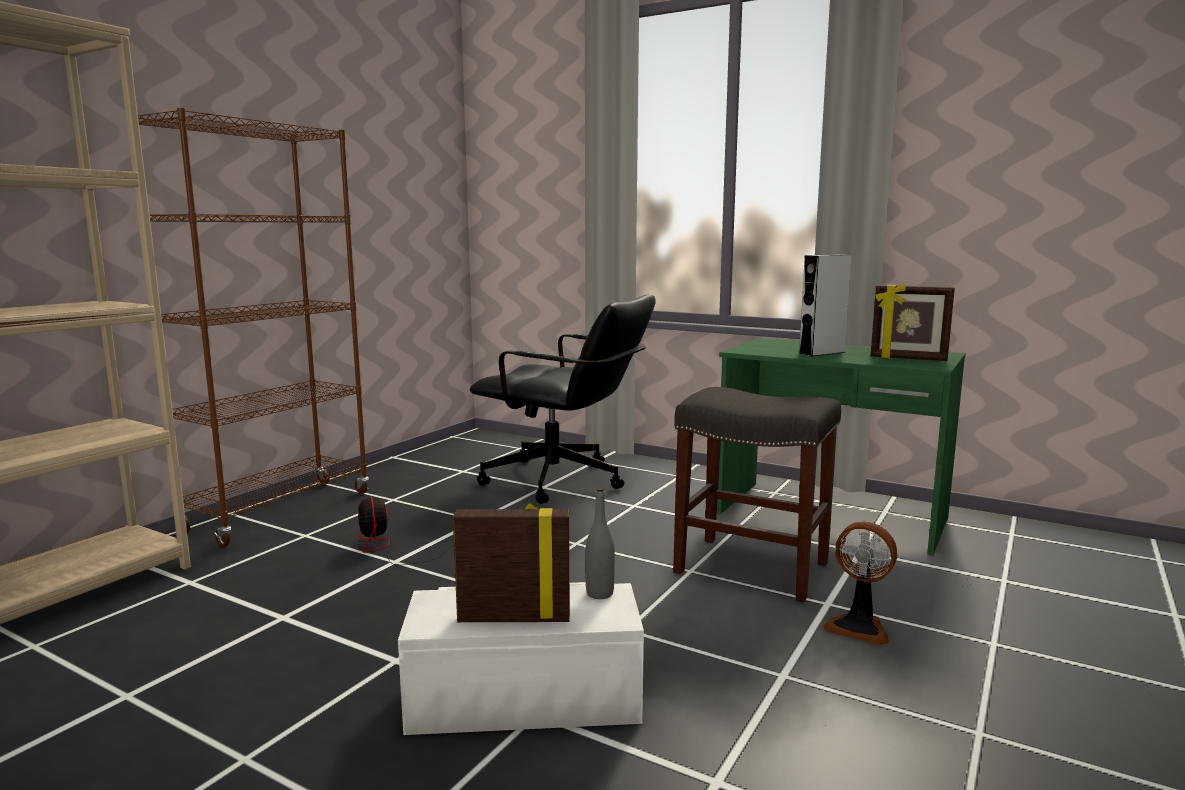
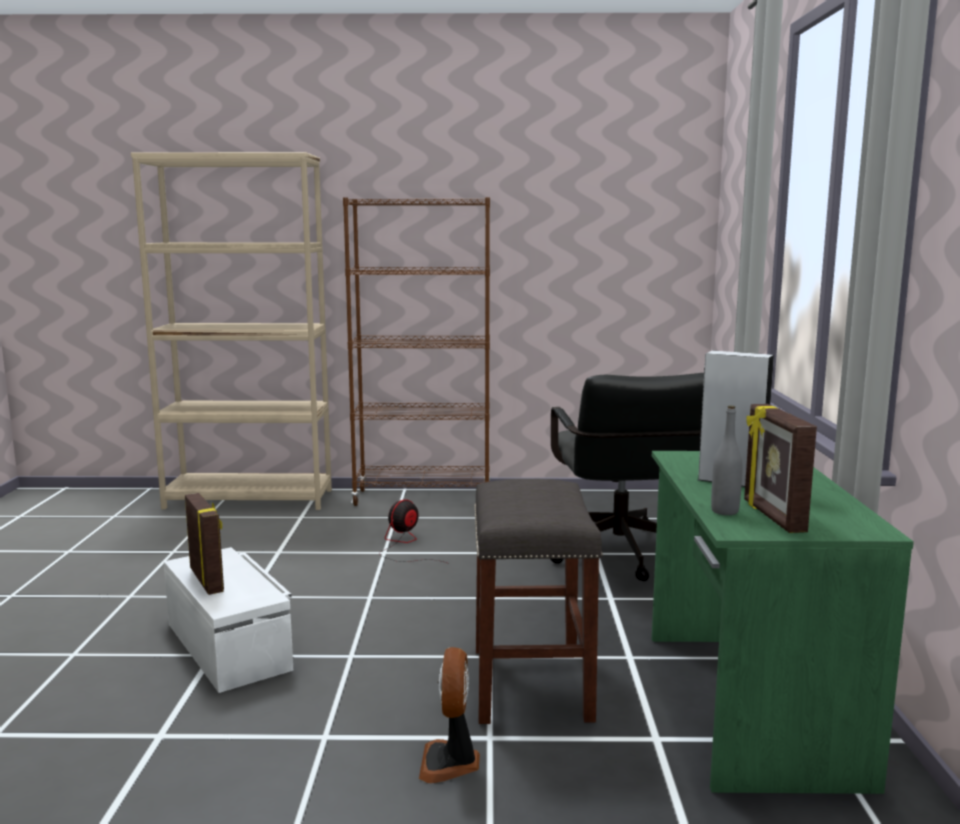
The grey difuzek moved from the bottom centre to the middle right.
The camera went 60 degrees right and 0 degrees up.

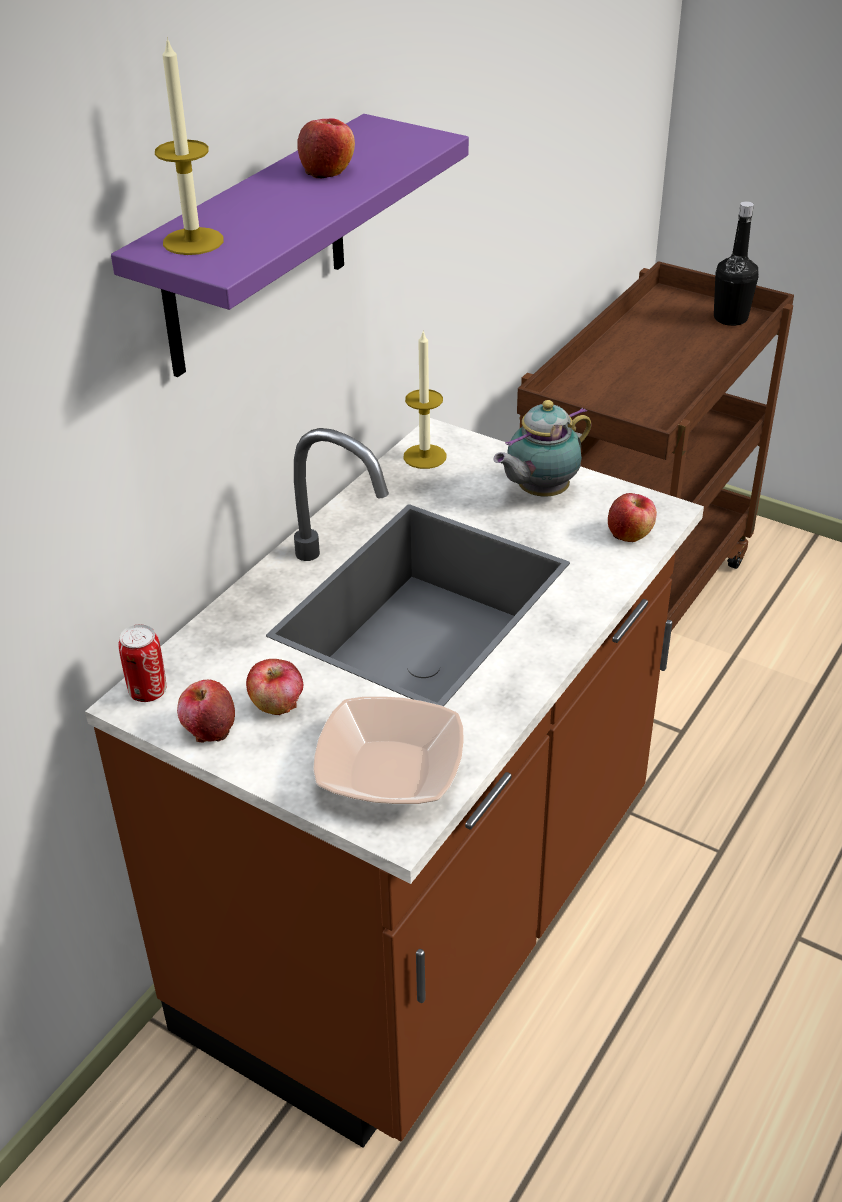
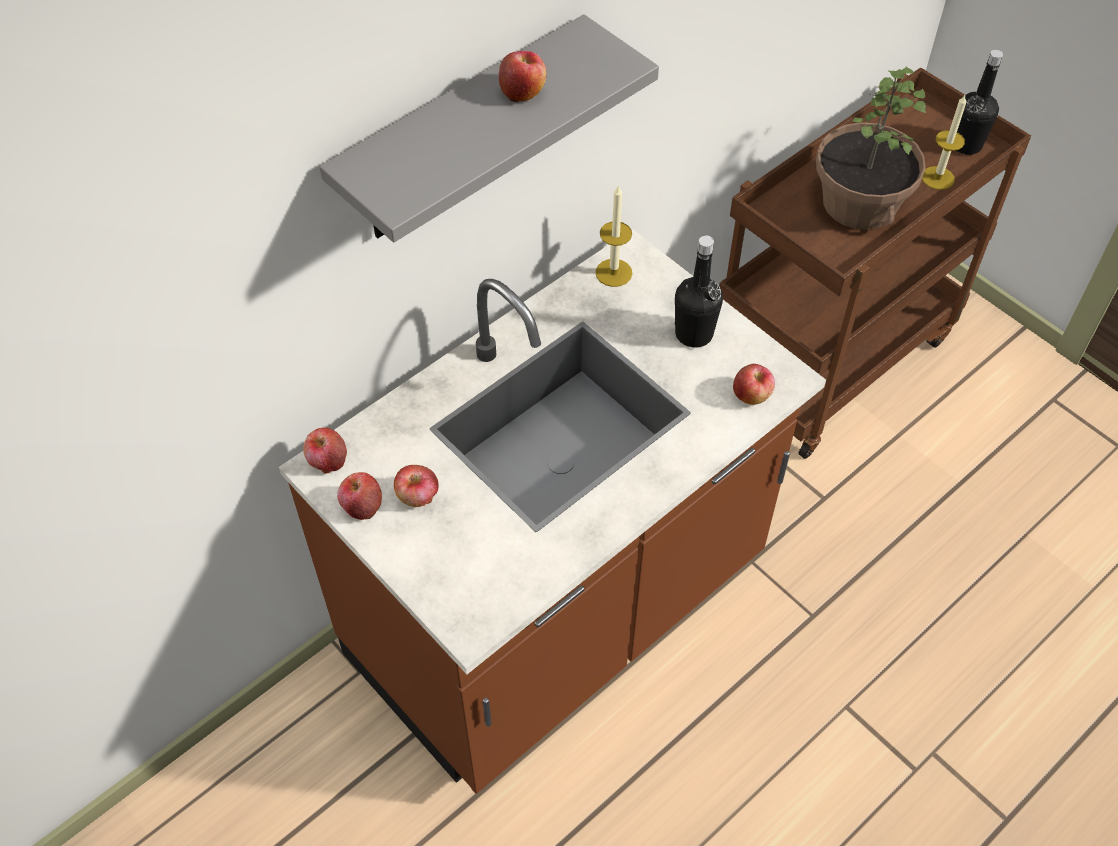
The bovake at the centre disappeared.
The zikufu at the top right appeared.
The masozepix (1st from left in the first image) moved from the top left to the top right.
The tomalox at the middle left was replaced by the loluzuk (1st from left) at the middle left.
The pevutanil at the centre was replaced by the black difuzek (1st from left) at the centre.
The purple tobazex at the top centre became the grey tobazex at the top centre.
The camera went 15 degrees right and 15 degrees up.

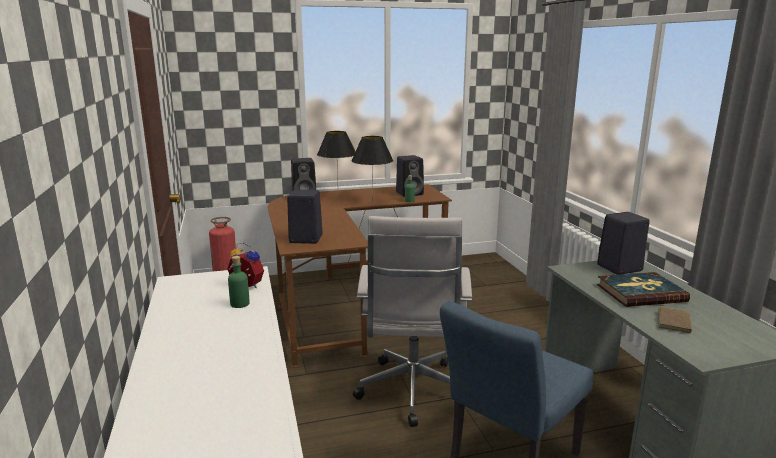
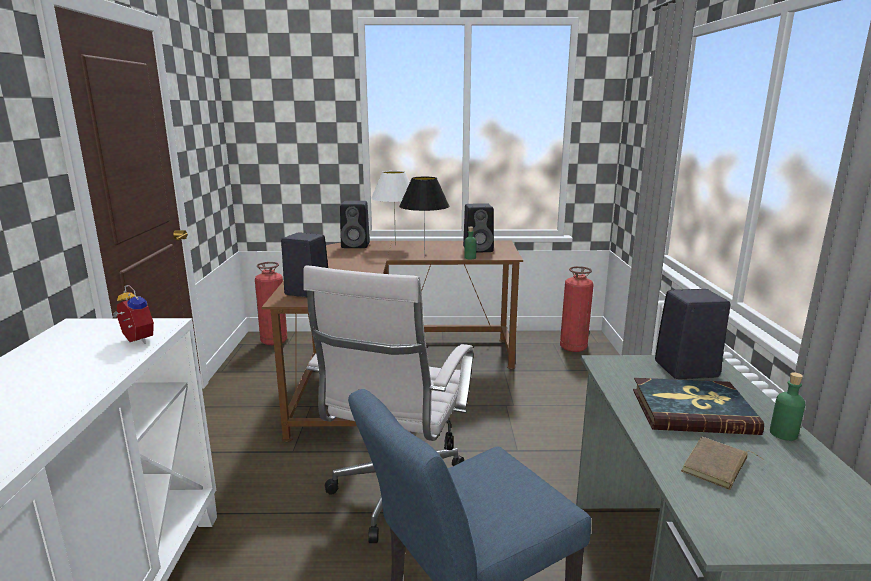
The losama (2nd from left) at the centre appeared.
The green difuzek (1st from left in the first image) moved from the middle left to the bottom right.
The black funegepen (1st from left) at the centre became the white funegepen at the centre.
The camera went 15 degrees right and 0 degrees up.

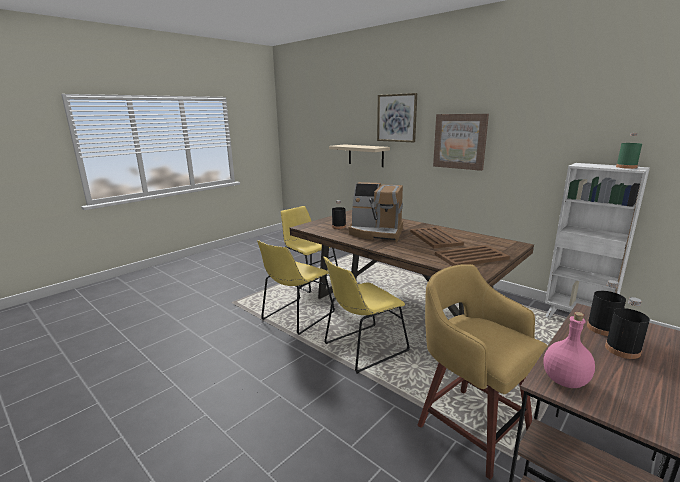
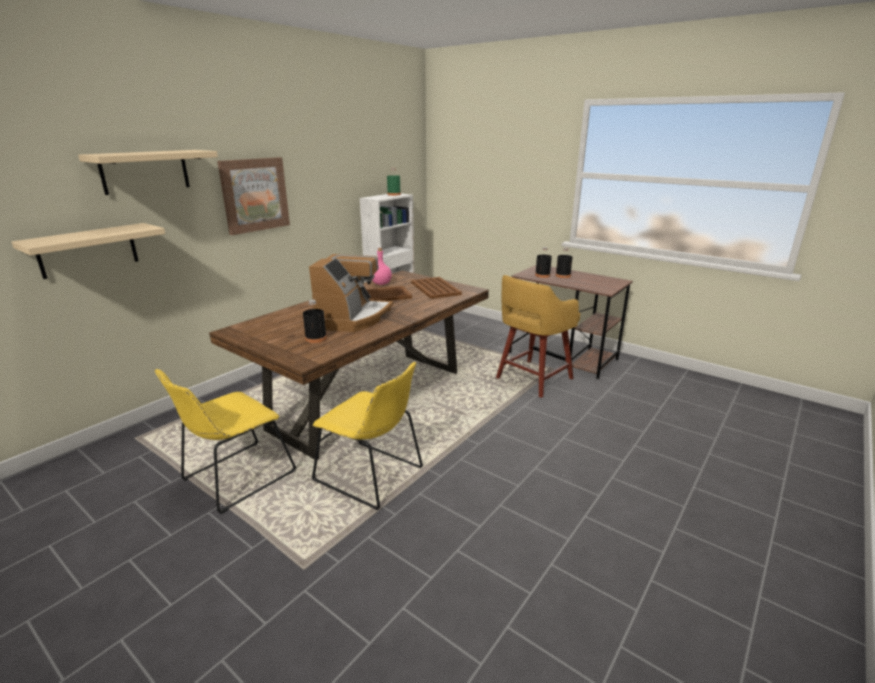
The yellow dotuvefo (3rd from left) at the centre disappeared.
The pink difuzek moved from the bottom right to the centre.
The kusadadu (1st from left) at the top centre was replaced by the beige tobazex (2nd from left) at the top left.
The camera went 95 degrees left and 5 degrees up.

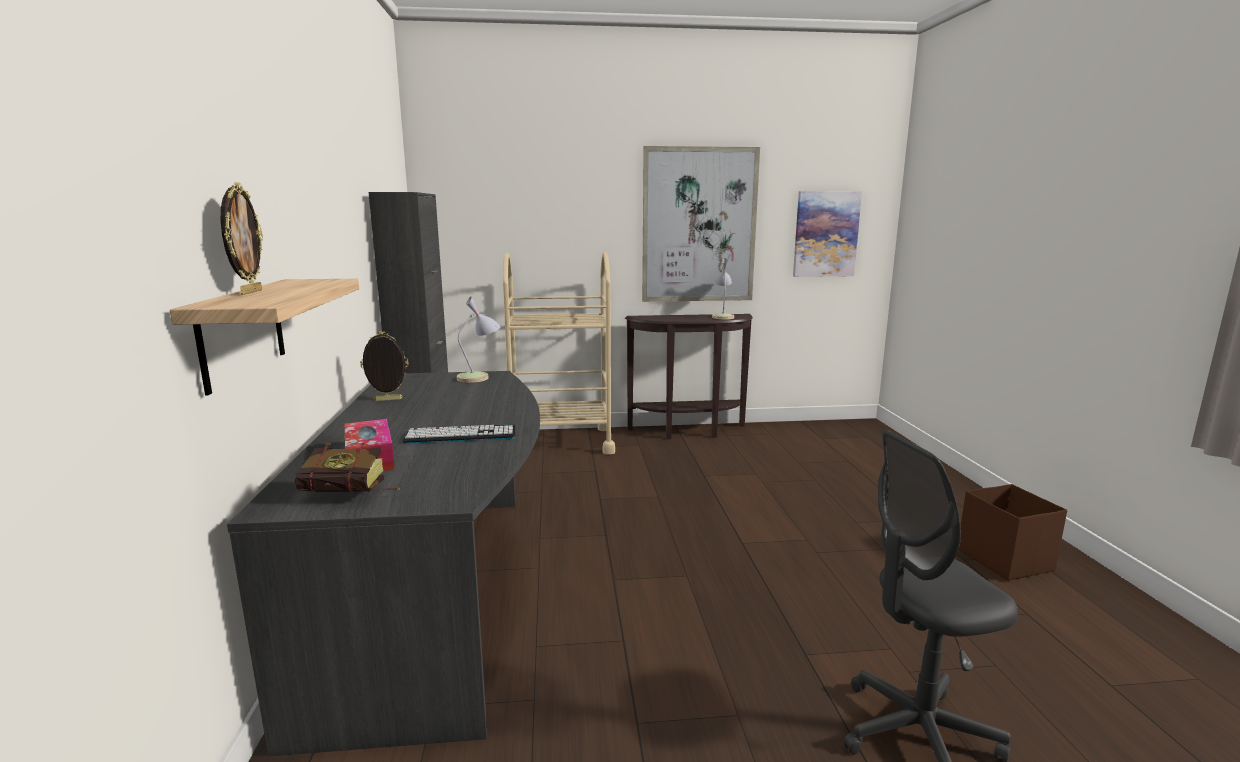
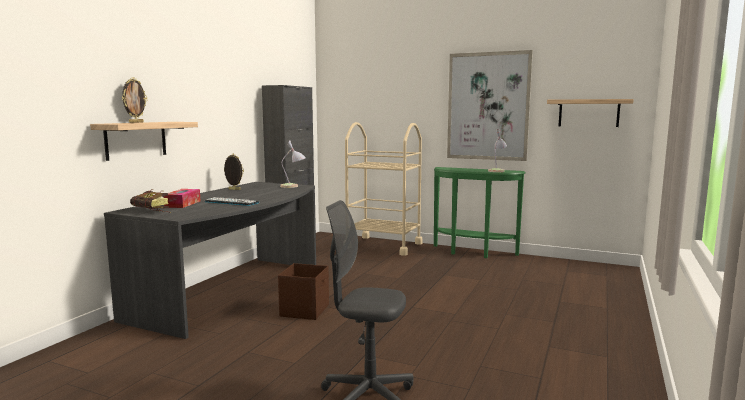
The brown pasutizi moved from the bottom right to the bottom centre.
The kusadadu (2nd from left) at the top right was replaced by the tobazex (2nd from left) at the top right.
The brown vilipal at the centre became the green vilipal at the centre.
The camera went 30 degrees right and 5 degrees down.

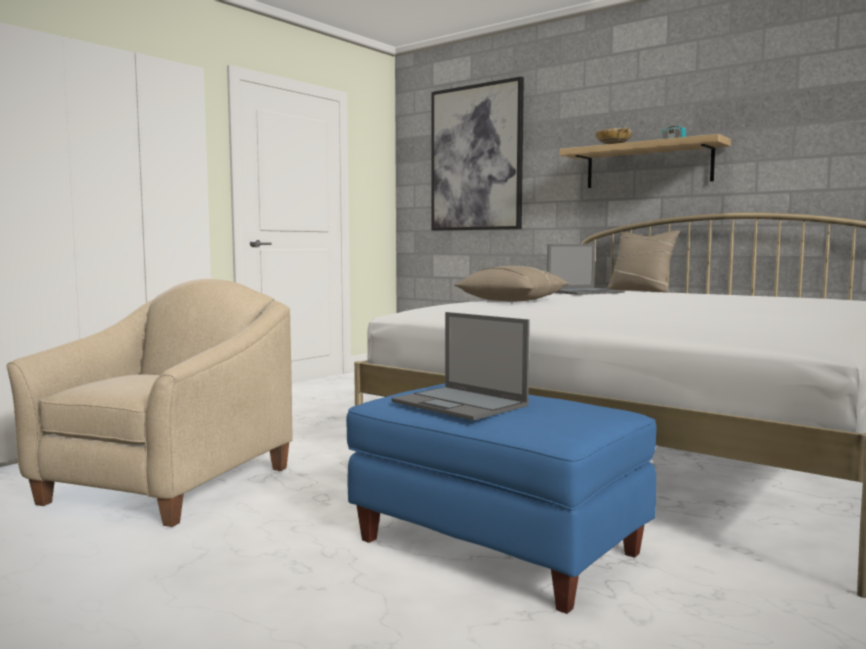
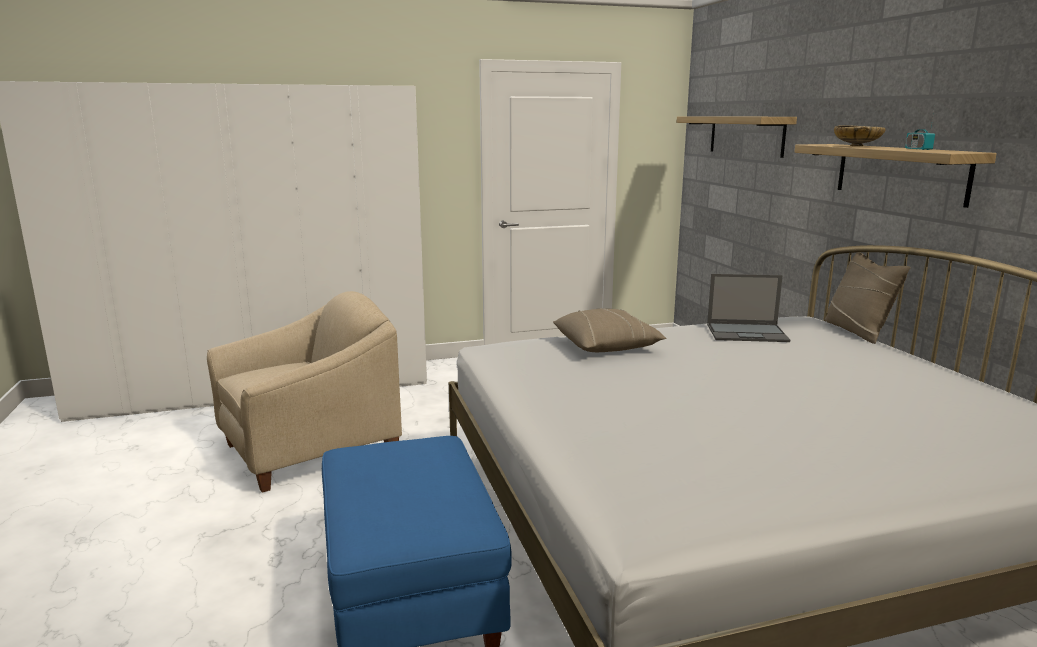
The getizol (1st from left) at the centre disappeared.
The kusadadu at the top centre was replaced by the tobazex (1st from left) at the top right.
The camera went 35 degrees right and 10 degrees up.

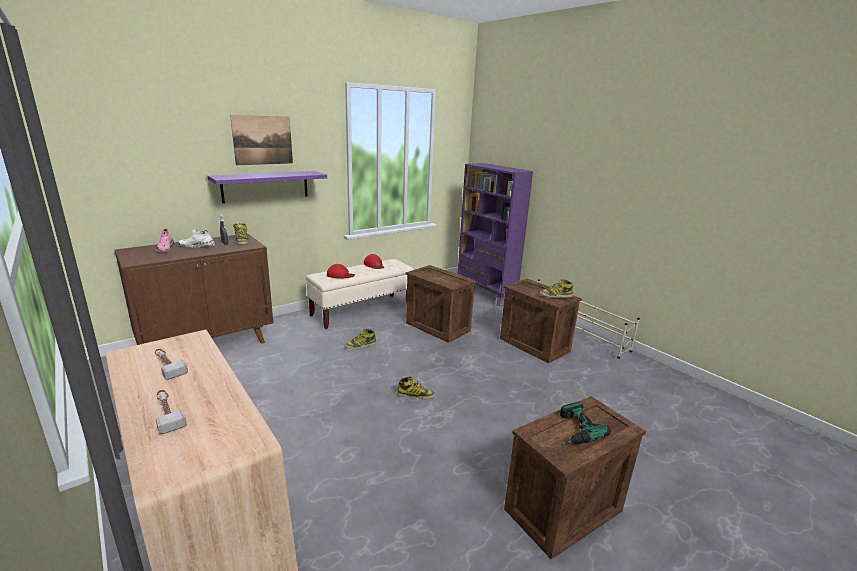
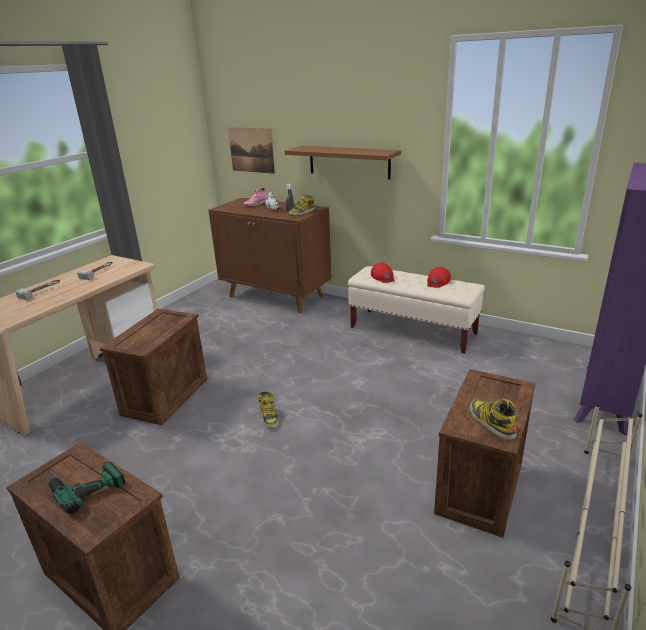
The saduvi (2nd from left) at the centre disappeared.
The kusadadu moved from the top left to the top centre.
The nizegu (1st from left in the first image) moved from the centre to the middle left.
The purple tobazex at the top left became the brown tobazex at the top centre.
The camera went 70 degrees right and 5 degrees up.

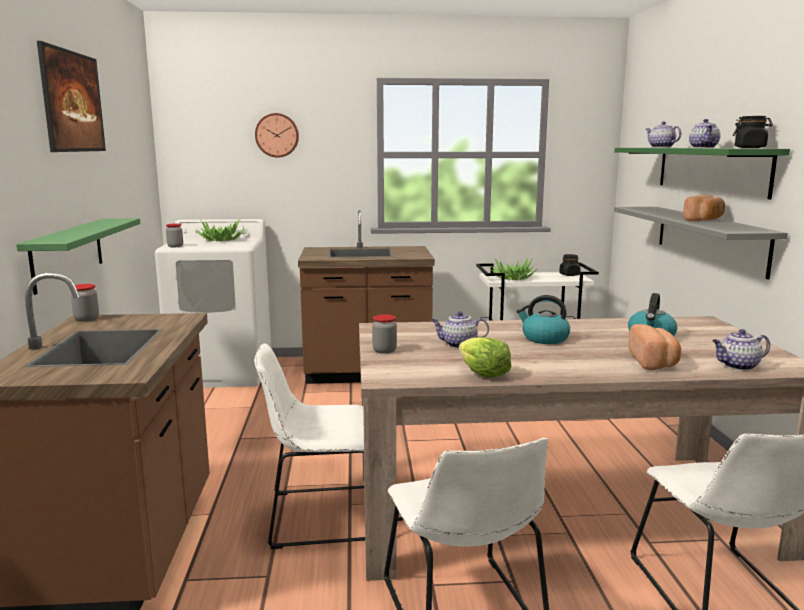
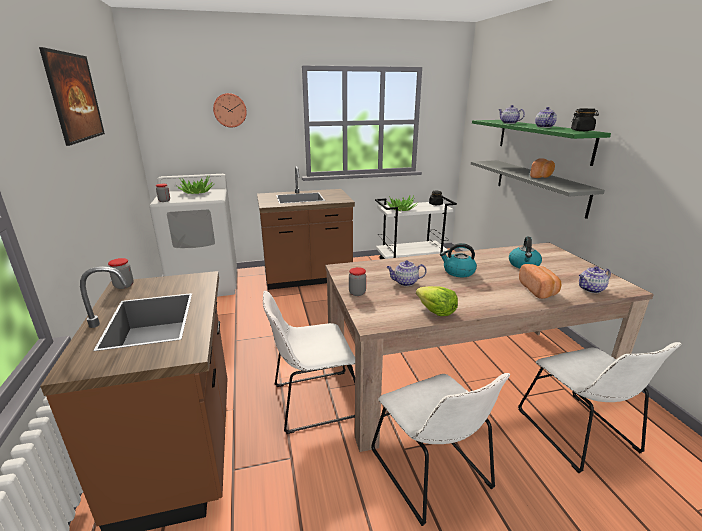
The green tobazex (1st from left) at the middle left disappeared.
The camera went 10 degrees left and 10 degrees up.

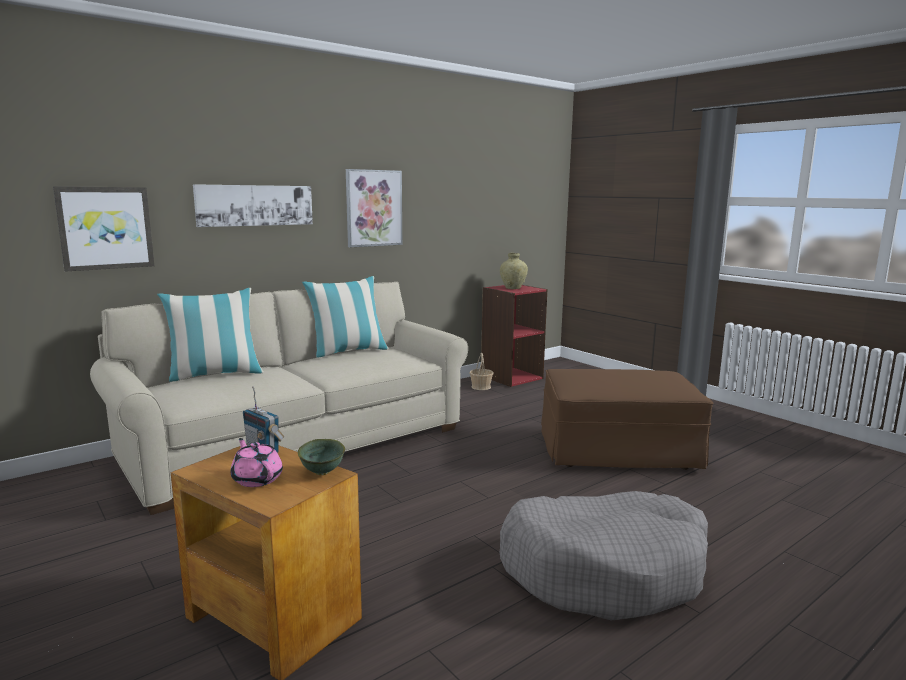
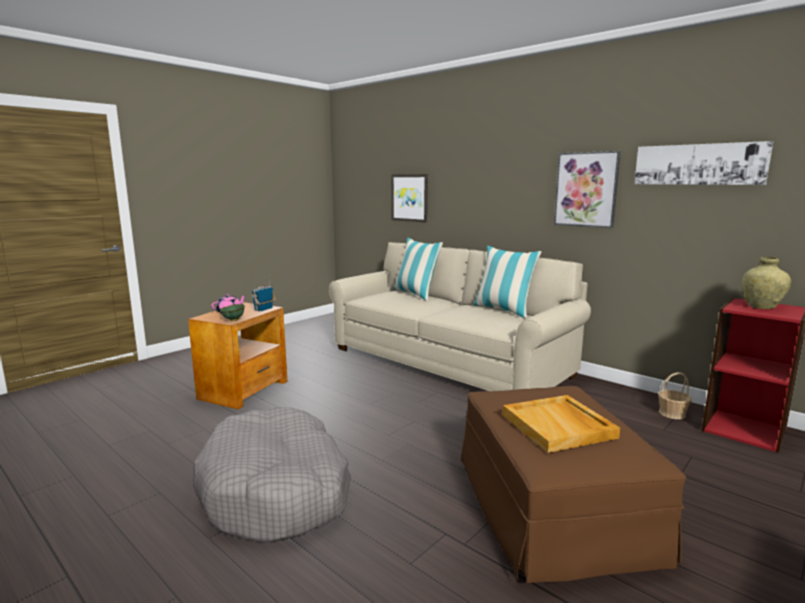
The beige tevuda at the bottom right appeared.
The kusadadu (2nd from left in the first image) moved from the top left to the top right.
The camera went 80 degrees right and 0 degrees up.

